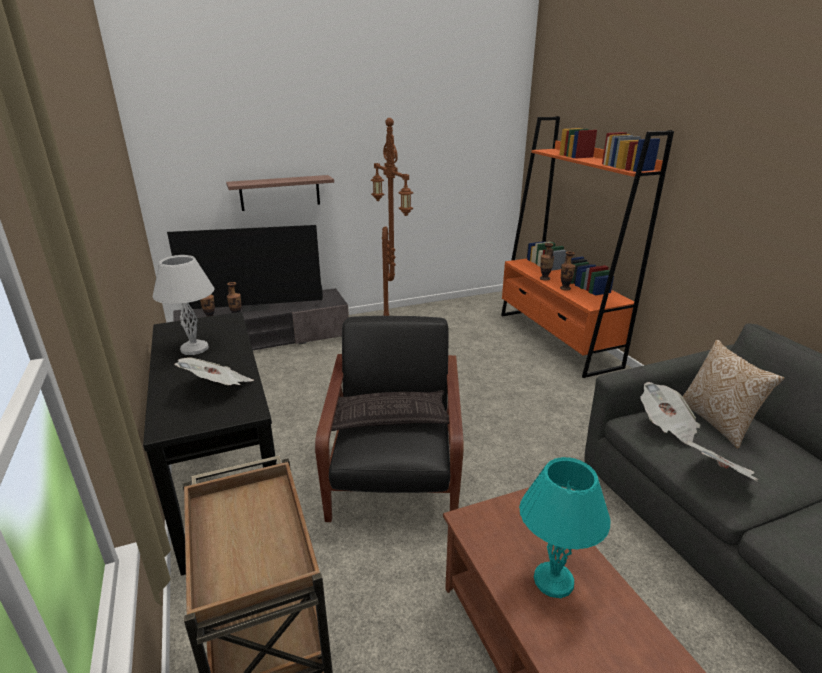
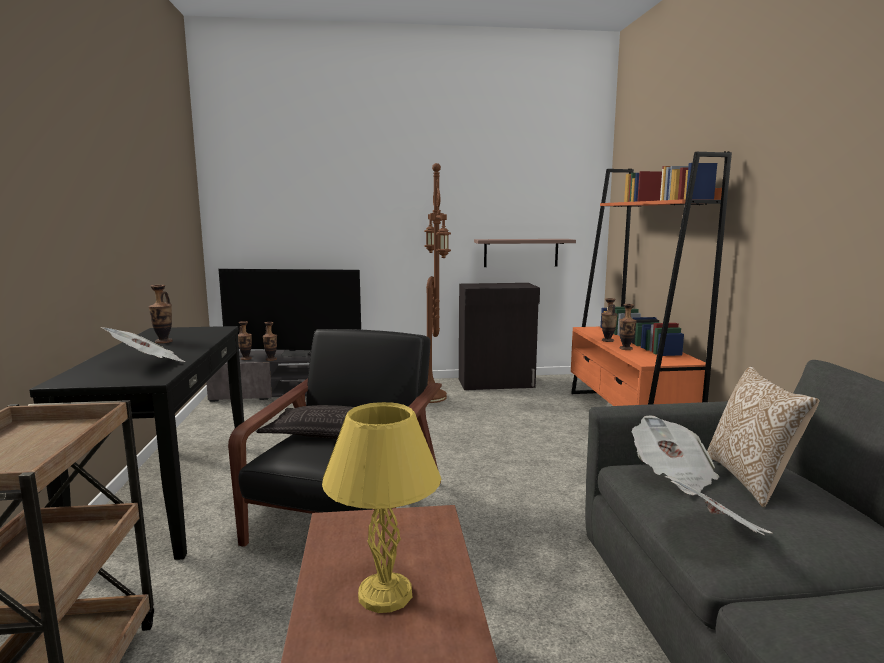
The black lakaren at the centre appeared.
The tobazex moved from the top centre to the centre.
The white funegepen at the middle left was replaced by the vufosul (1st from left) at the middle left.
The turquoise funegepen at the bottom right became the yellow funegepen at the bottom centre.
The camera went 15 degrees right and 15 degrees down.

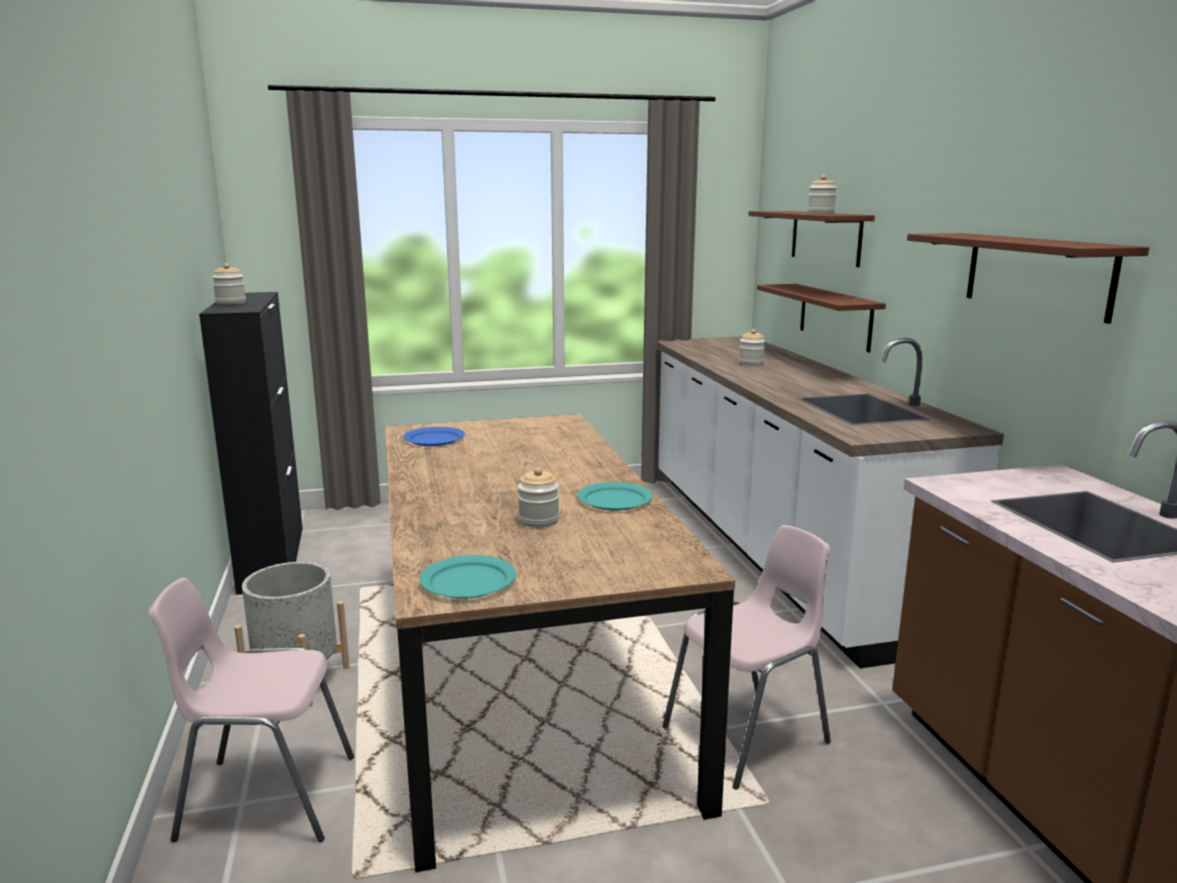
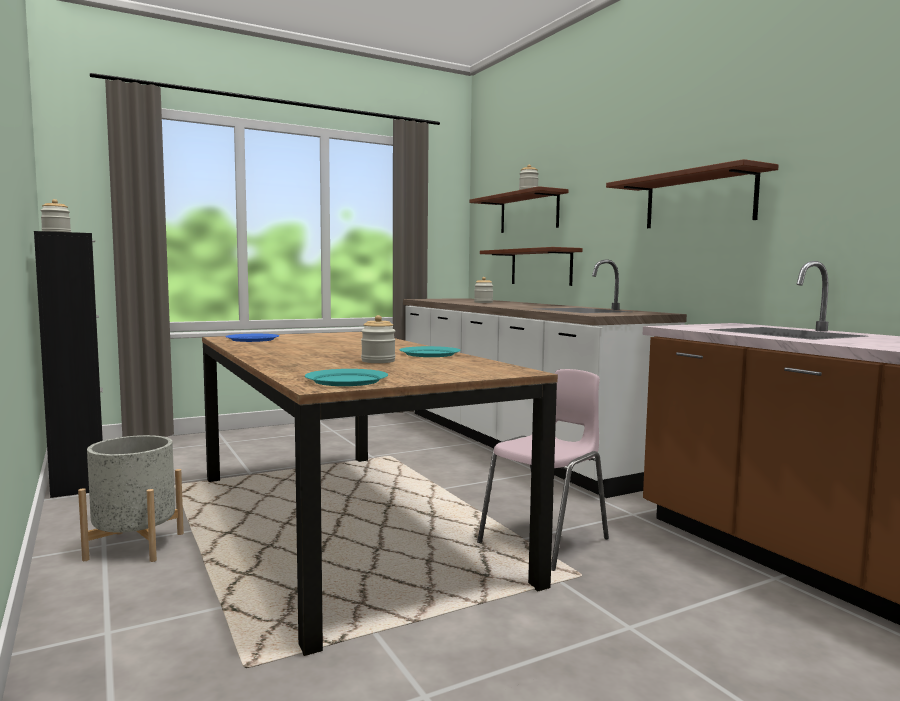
The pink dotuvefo (1st from left) at the bottom left disappeared.
The camera went 15 degrees left and 10 degrees down.

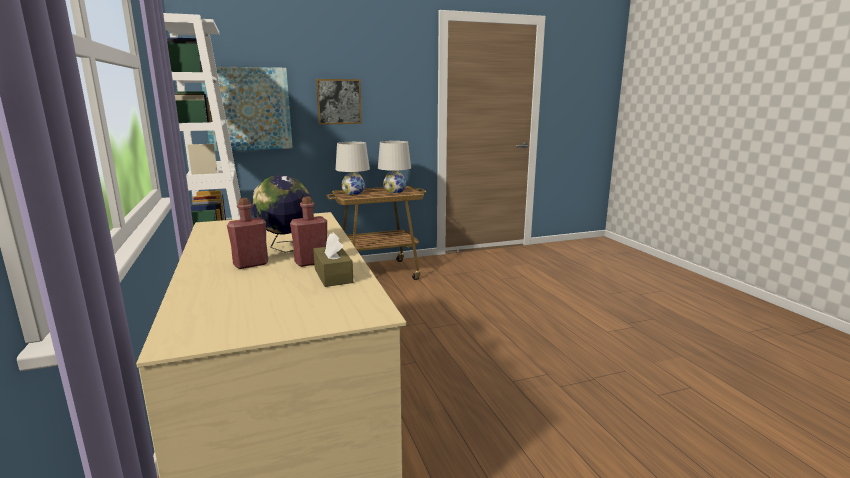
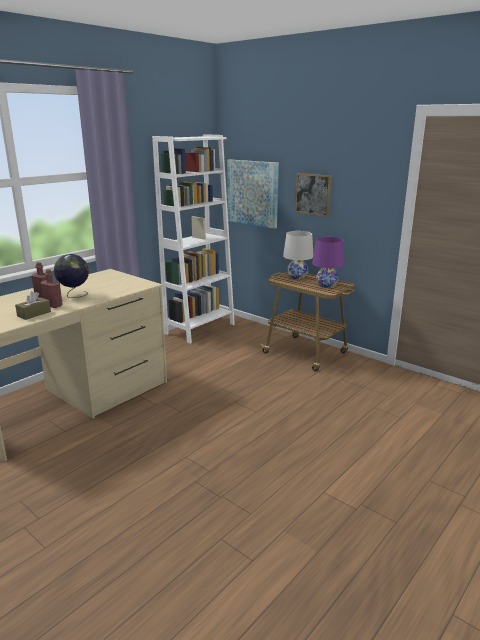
The white funegepen (2nd from left) at the centre became the purple funegepen at the middle right.
The camera went 60 degrees right and 5 degrees up.

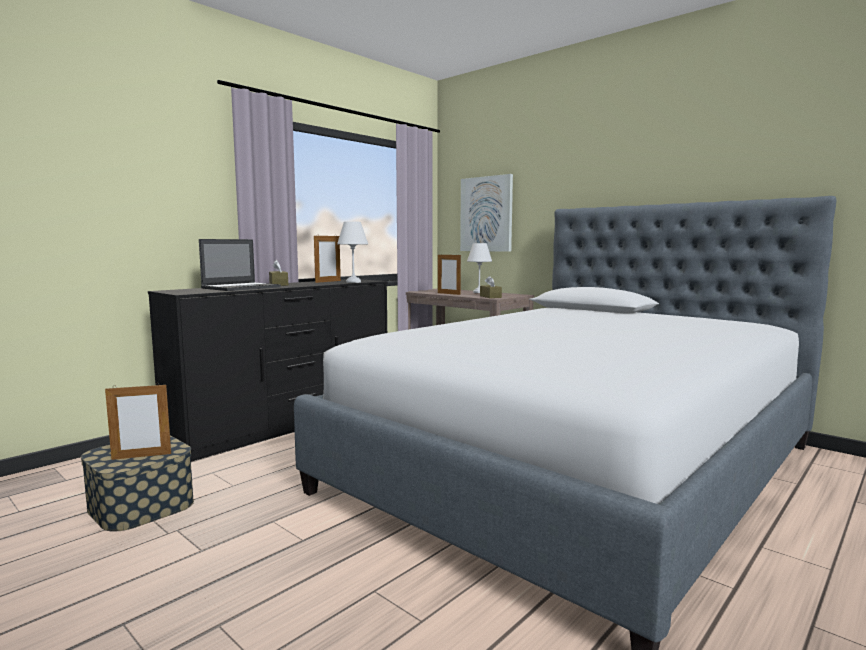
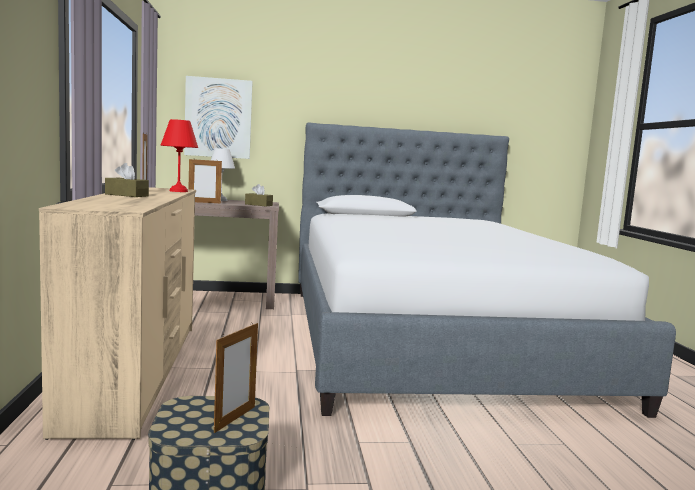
The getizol at the middle left disappeared.
The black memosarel at the middle left became the beige memosarel at the middle left.
The white funegepen (1st from left) at the centre became the red funegepen at the top left.
The camera went 50 degrees left and 0 degrees up.

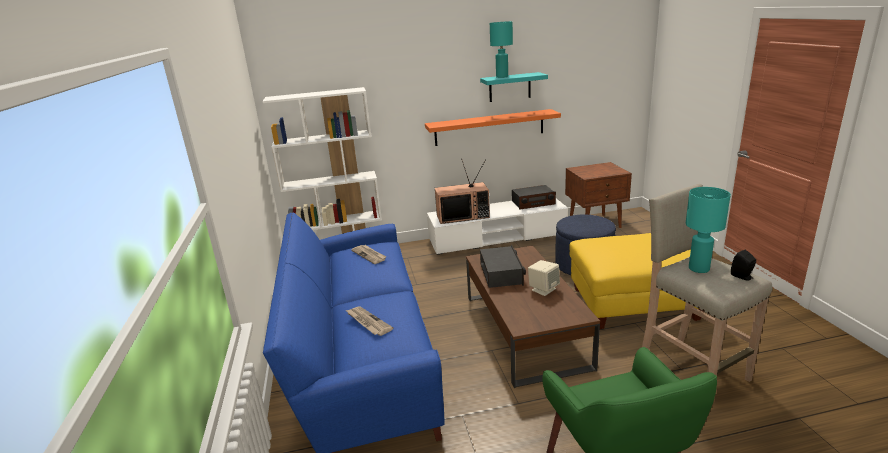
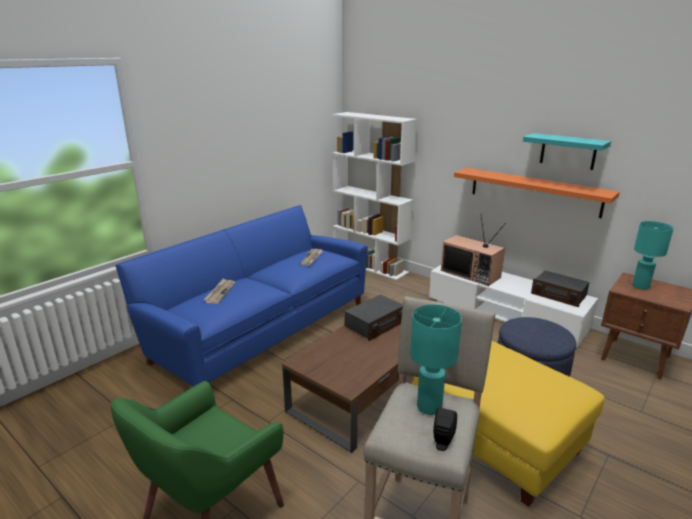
The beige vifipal at the centre disappeared.
The turquoise funegepen (1st from left in the first image) moved from the top centre to the middle right.
The camera went 50 degrees right and 0 degrees up.

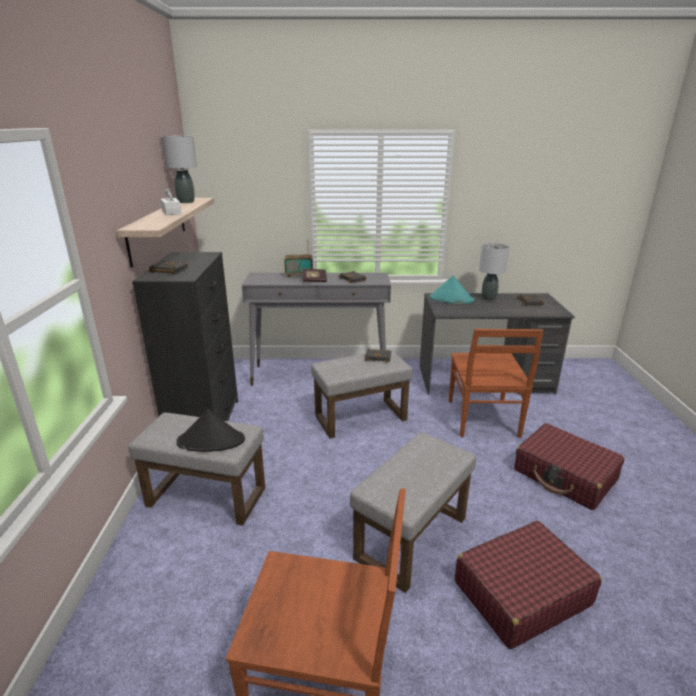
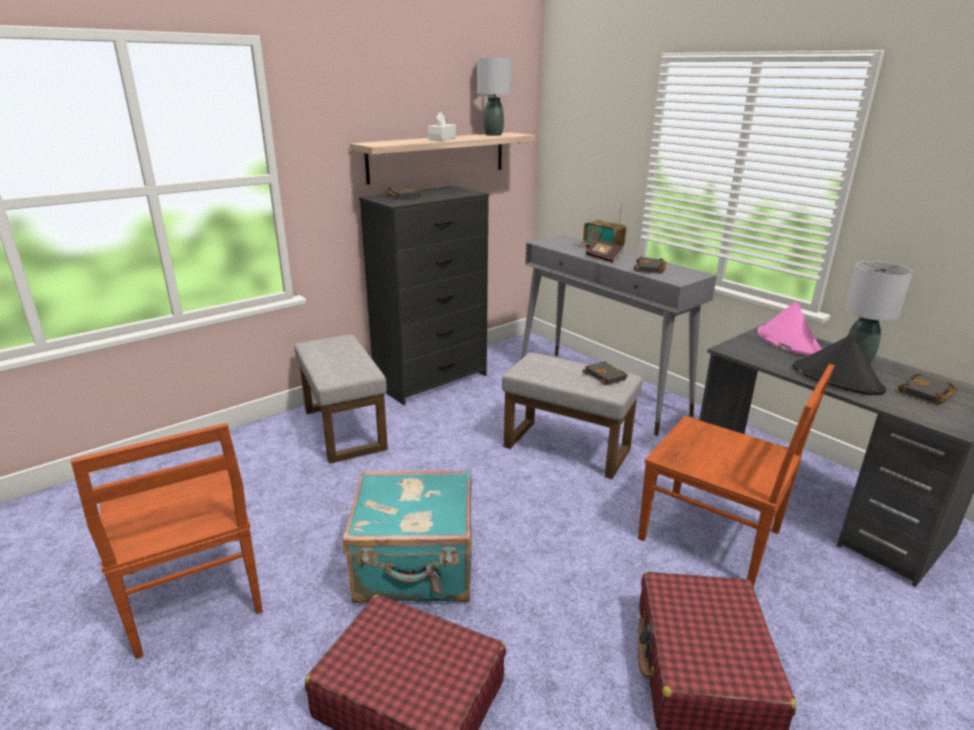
The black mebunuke moved from the middle left to the middle right.
The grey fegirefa (3rd from left) at the bottom centre was replaced by the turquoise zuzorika at the bottom centre.
The turquoise mebunuke at the centre became the pink mebunuke at the middle right.
The brown dotuvefo (2nd from left) at the middle right turned 105 degrees counterclockwise.
The camera went 50 degrees right and 0 degrees up.

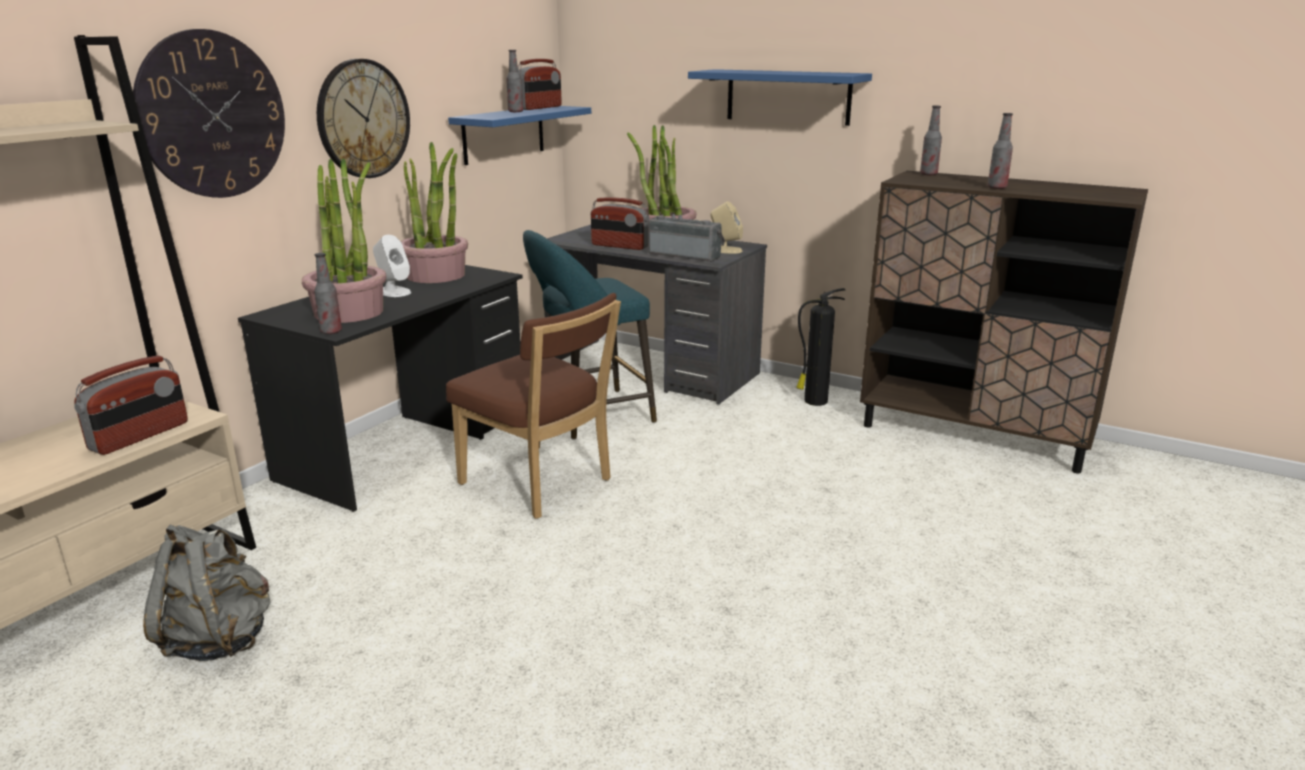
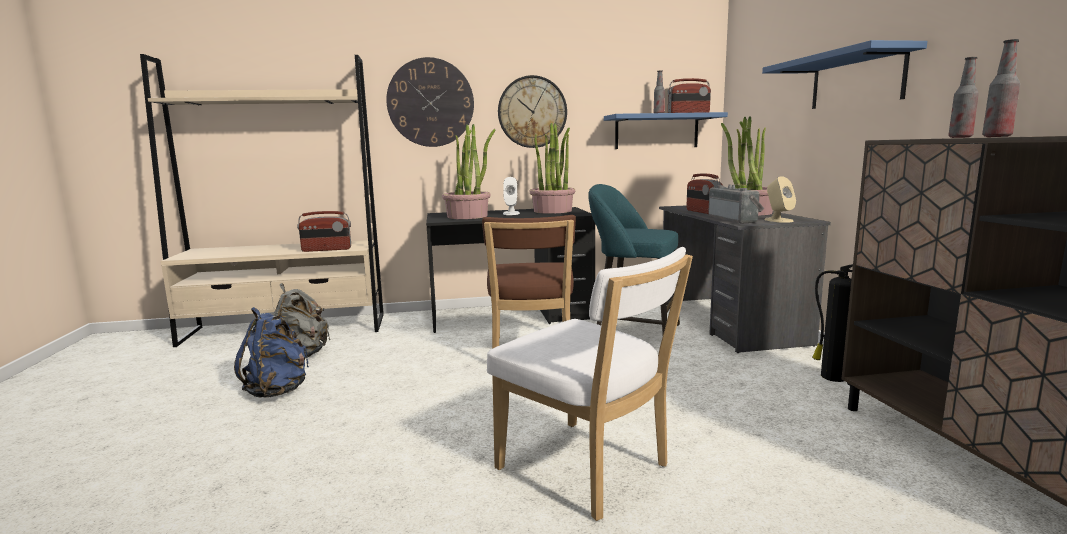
The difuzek (1st from left) at the middle left disappeared.
The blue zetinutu at the middle left appeared.
The white dotuvefo at the bottom centre appeared.
The camera went 50 degrees right and 10 degrees down.

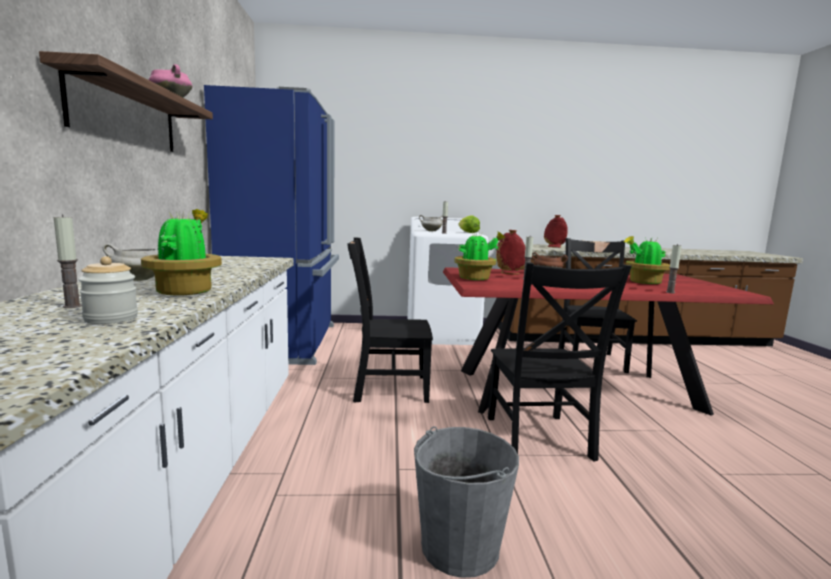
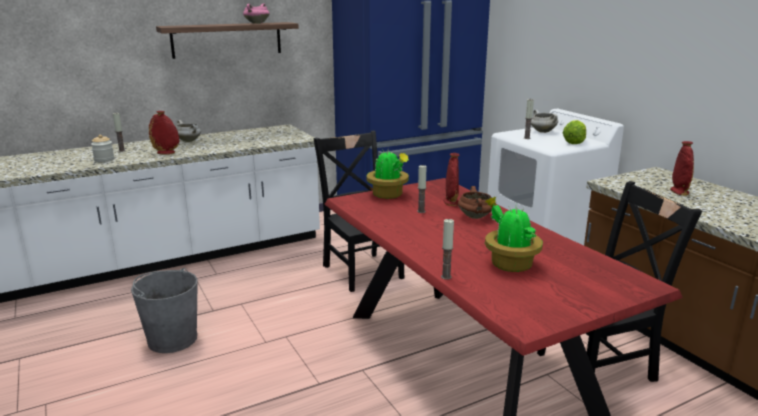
The black dotuvefo (2nd from left) at the middle right disappeared.
The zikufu (1st from left) at the middle left was replaced by the red vufosul (1st from left) at the top left.
The camera went 65 degrees right and 10 degrees up.

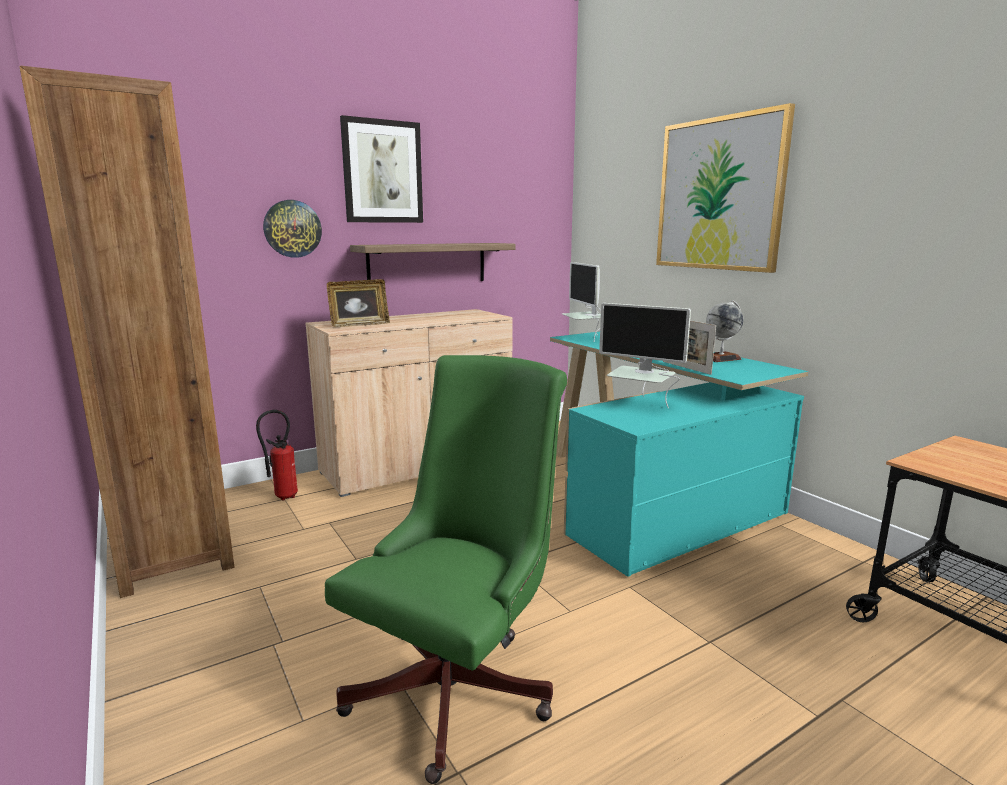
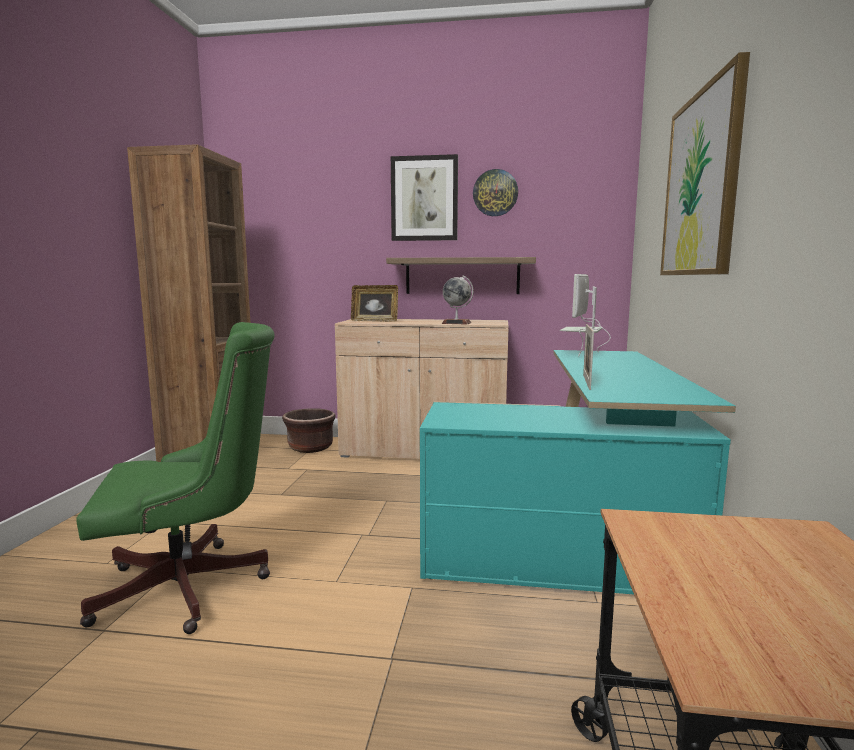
The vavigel (2nd from left) at the centre disappeared.
The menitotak moved from the top left to the top centre.
The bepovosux moved from the middle right to the centre.
The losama at the middle left was replaced by the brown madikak at the centre.
The camera went 40 degrees right and 5 degrees down.

